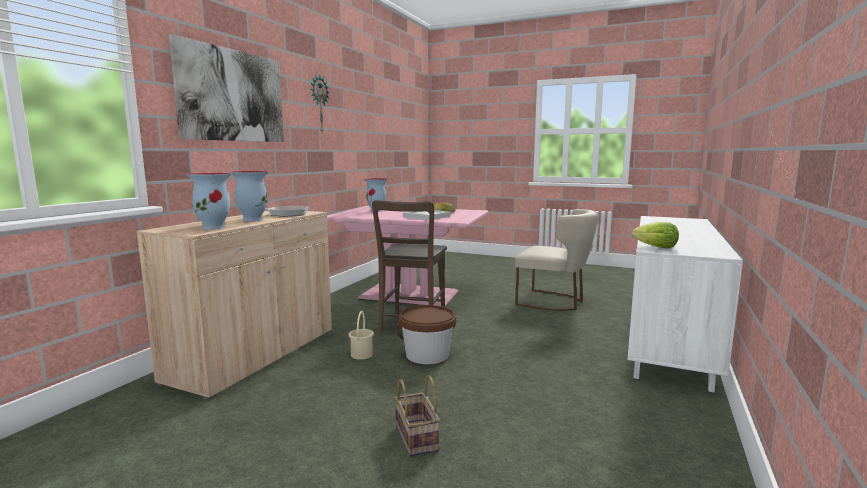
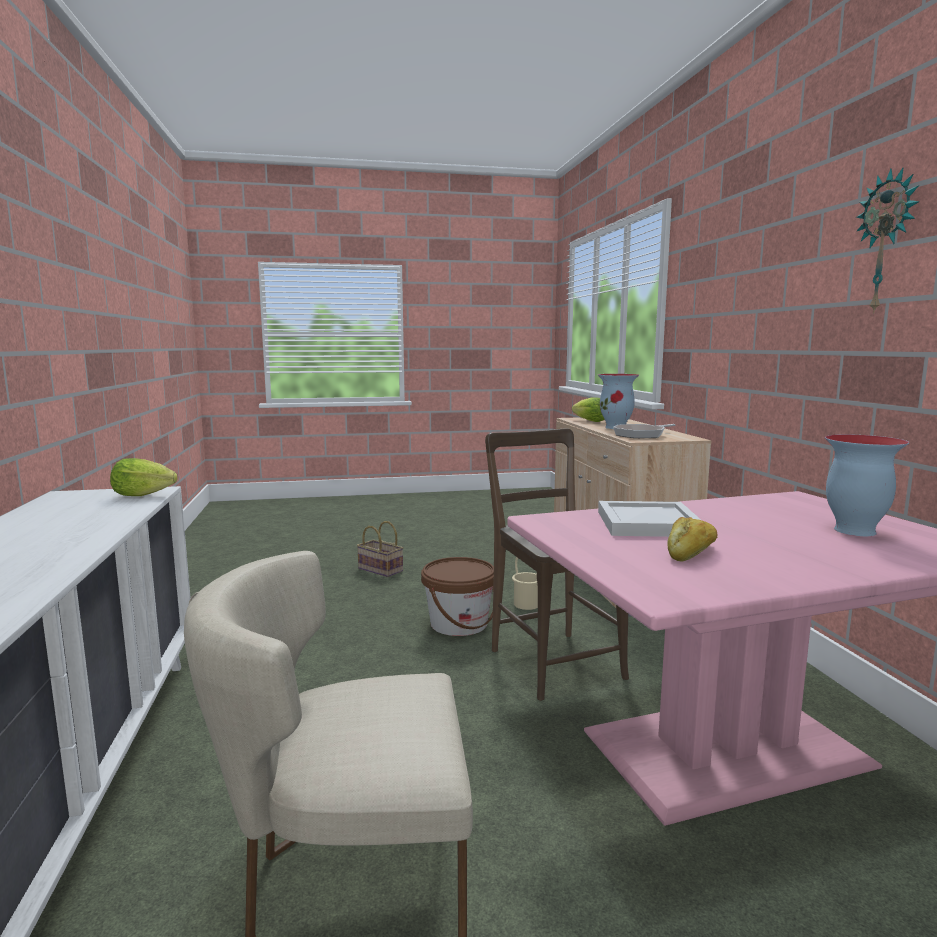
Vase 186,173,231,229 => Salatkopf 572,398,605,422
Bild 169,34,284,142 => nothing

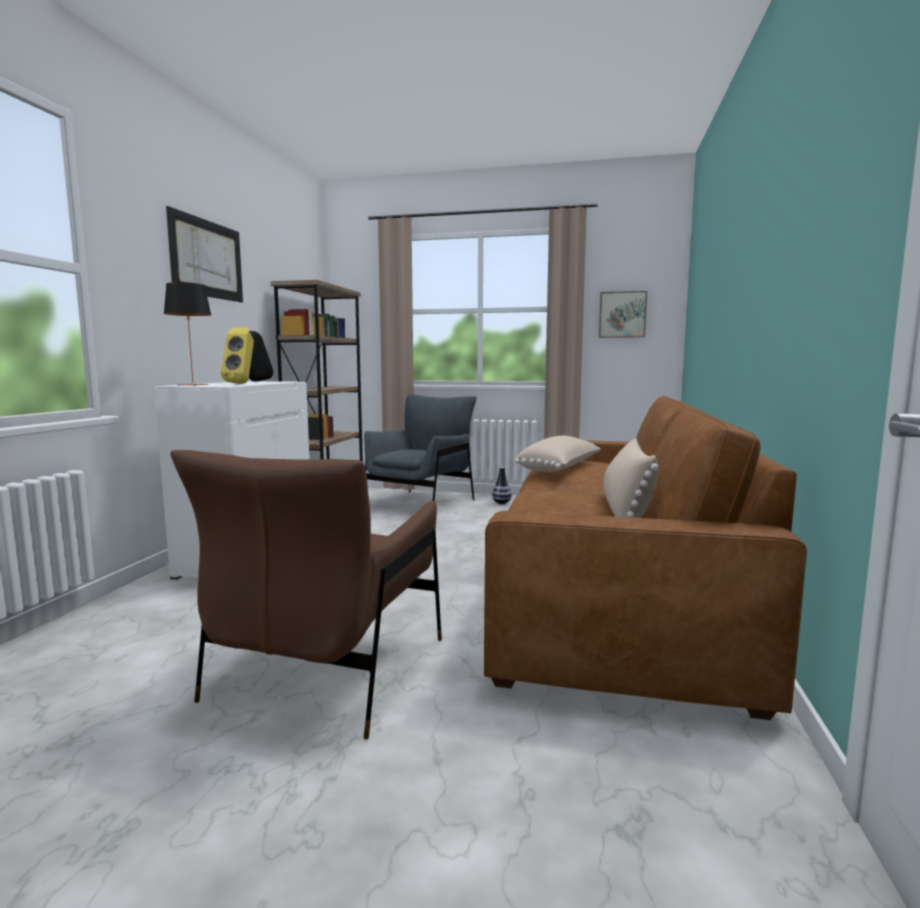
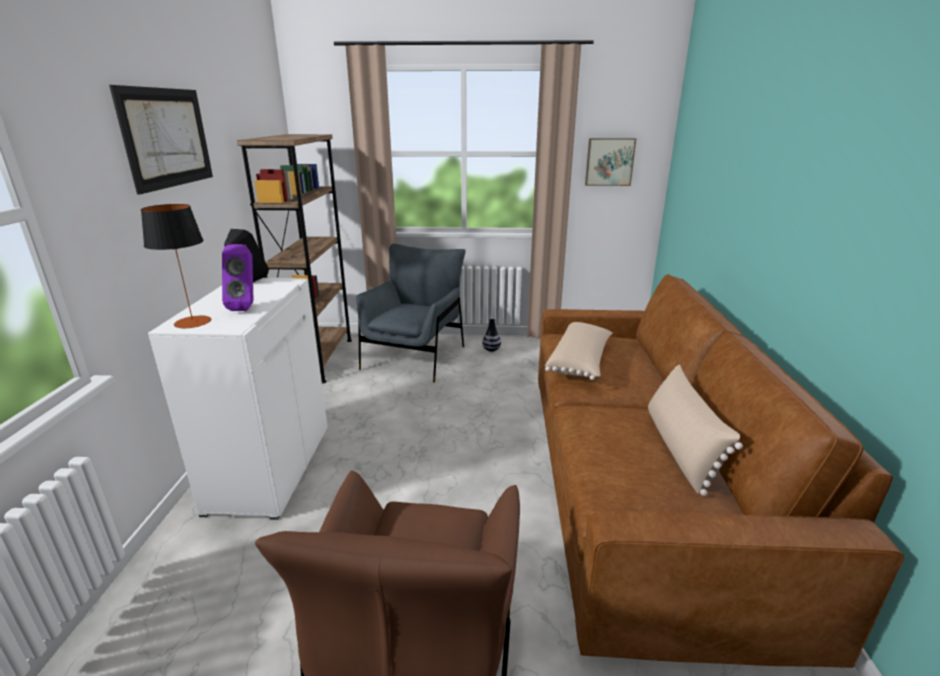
Lautsprecher (gelb) 221,328,254,384 => Lautsprecher (lila) 222,244,253,311

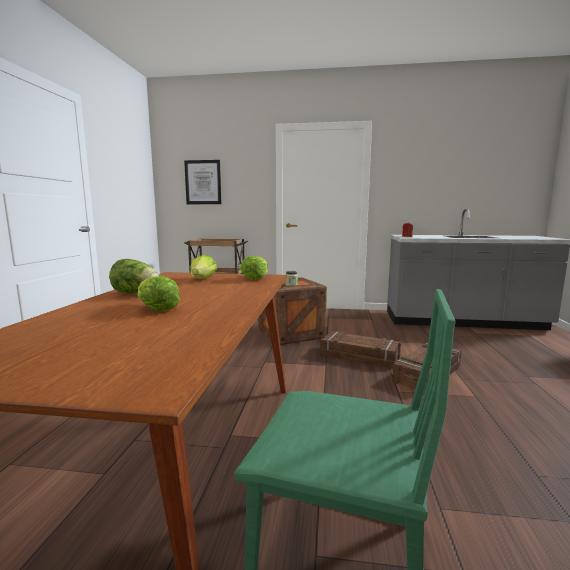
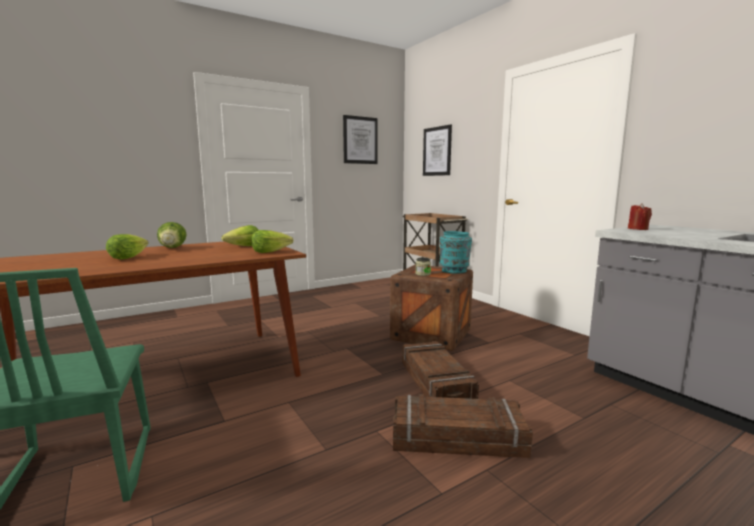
nothing => Bild 343,115,378,164
nothing => Vase (türkis) 440,231,472,274

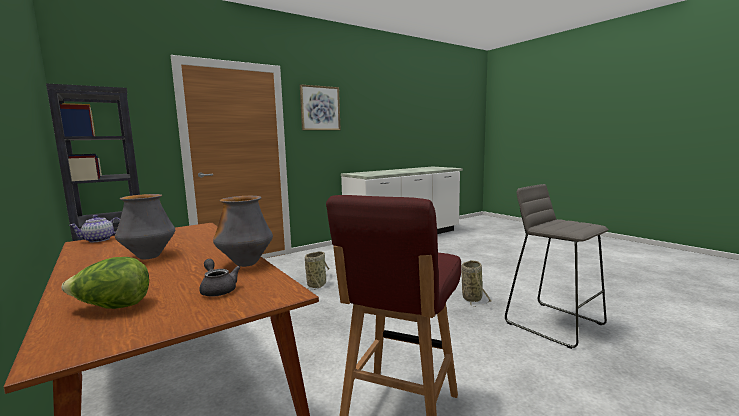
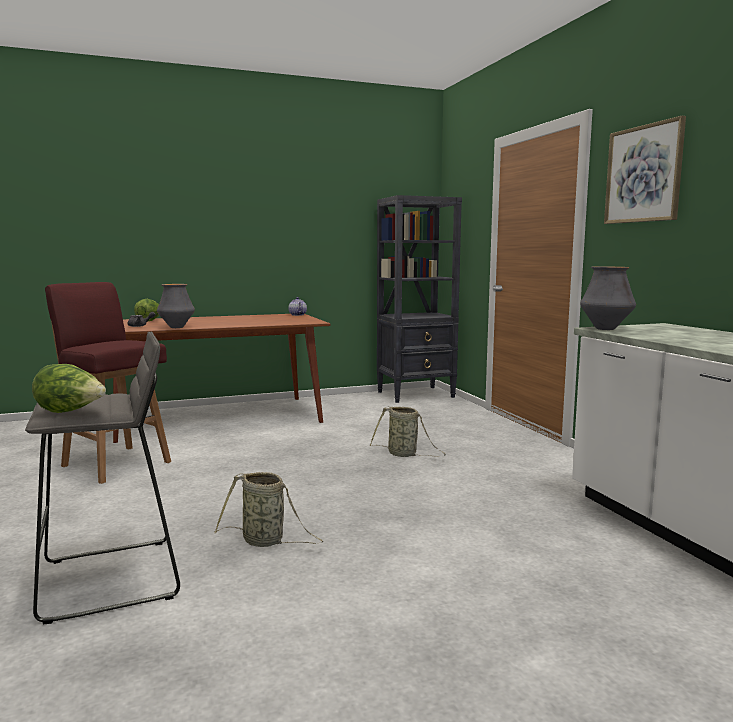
nothing => Salatkopf 32,364,106,413
Vase 115,194,175,259 => Vase 580,266,636,330, relocated

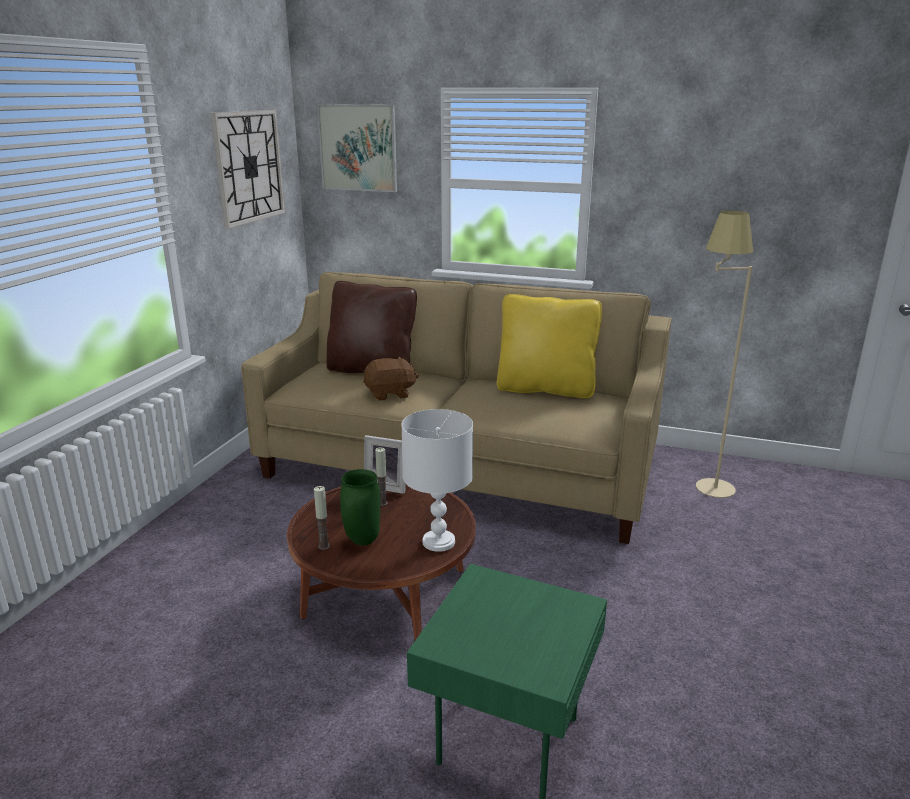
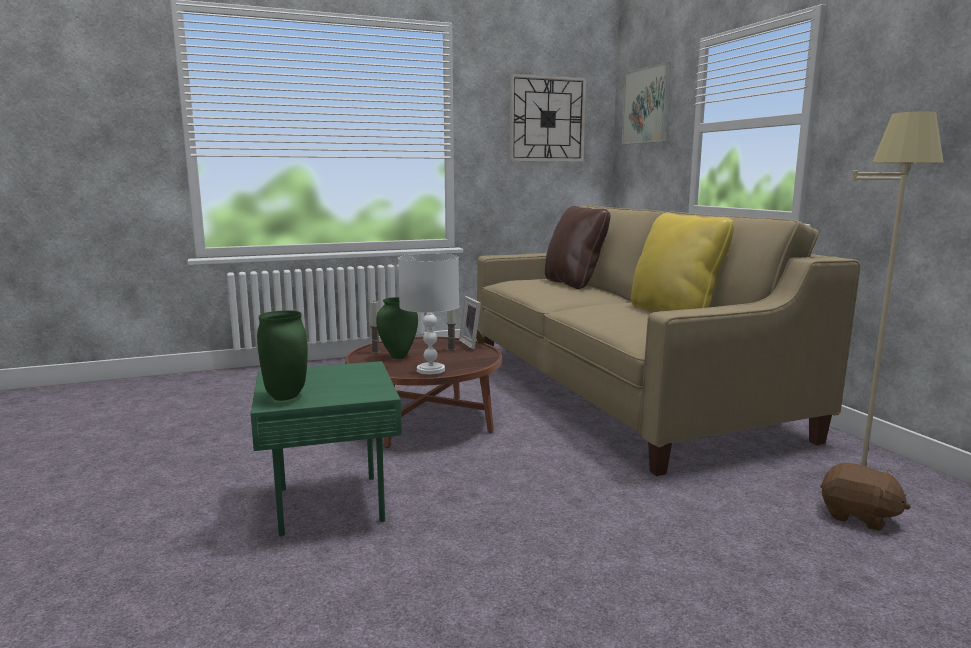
nothing => Vase (grün) 257,310,308,401
Plüschtier (braun) 363,357,419,401 => Plüschtier (braun) 820,463,911,531, relocated

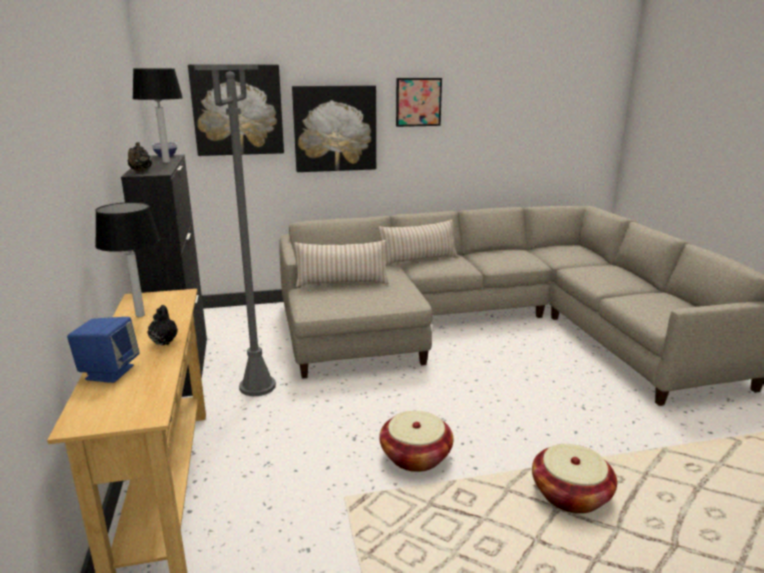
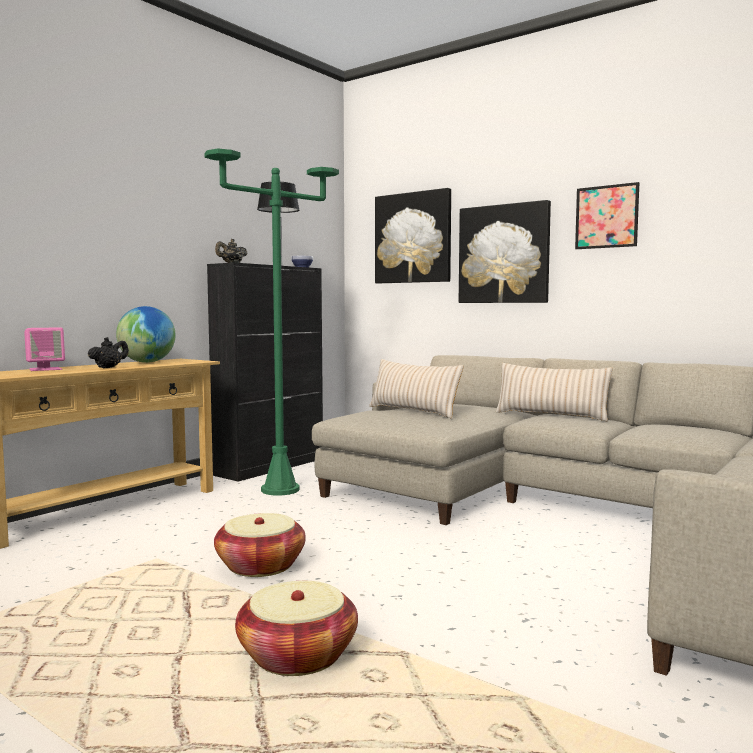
Lautsprecher (blau) 67,317,140,383 => Lautsprecher (rosa) 24,327,65,371
Tischlampe 95,202,160,317 => Globus 116,306,176,363
Stehlampe (grau) 194,64,276,396 => Stehlampe (grün) 204,149,339,496

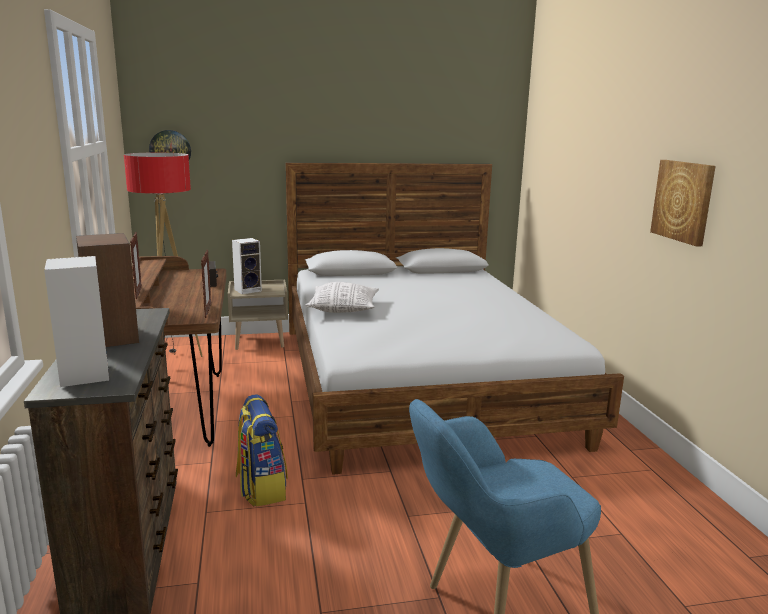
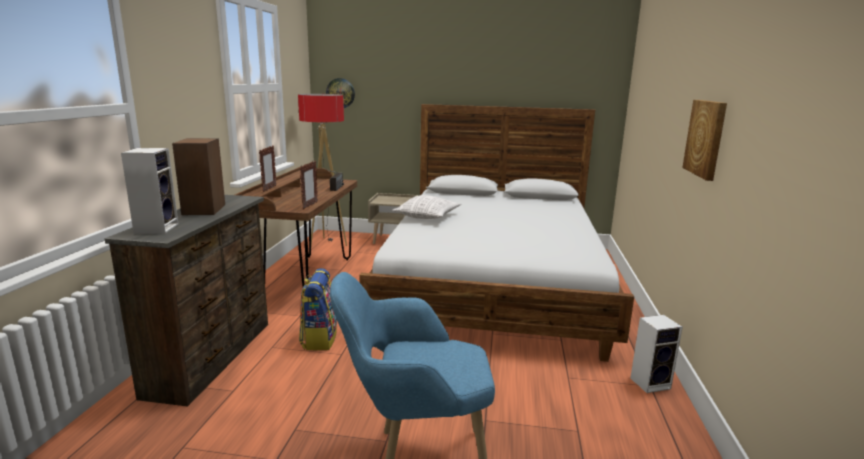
Lautsprecher 232,238,262,294 => Lautsprecher 630,315,683,393, relocated

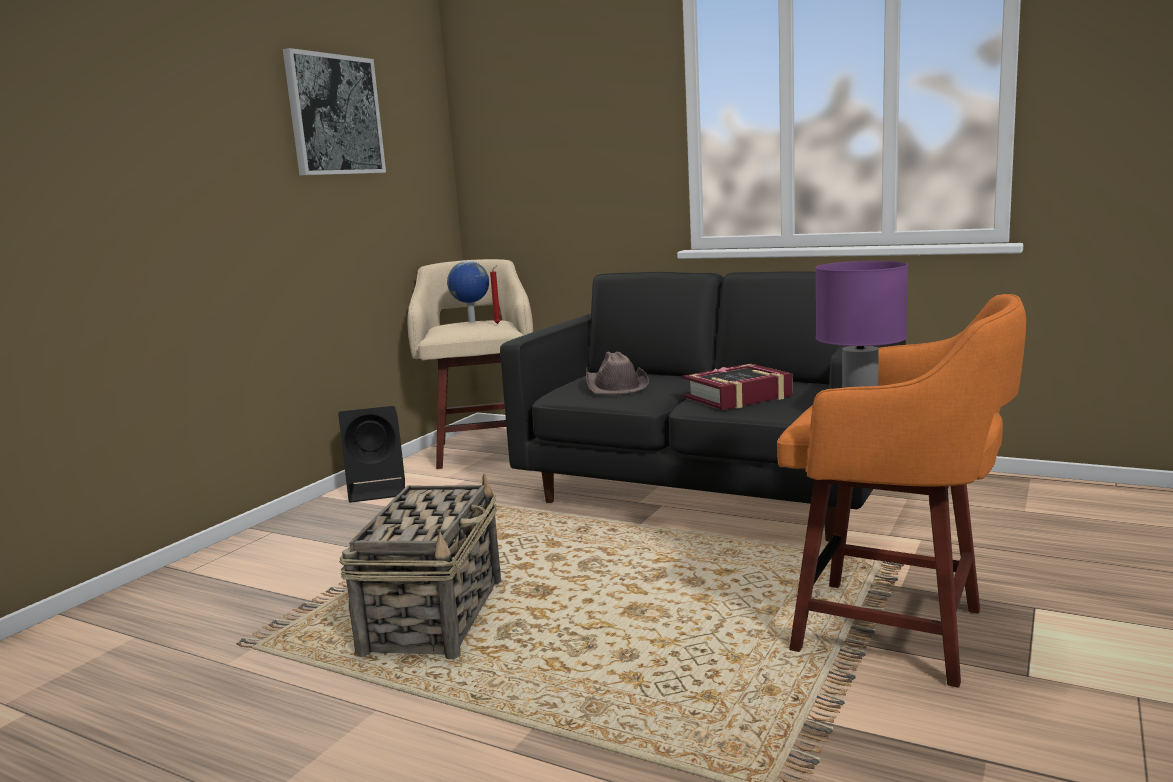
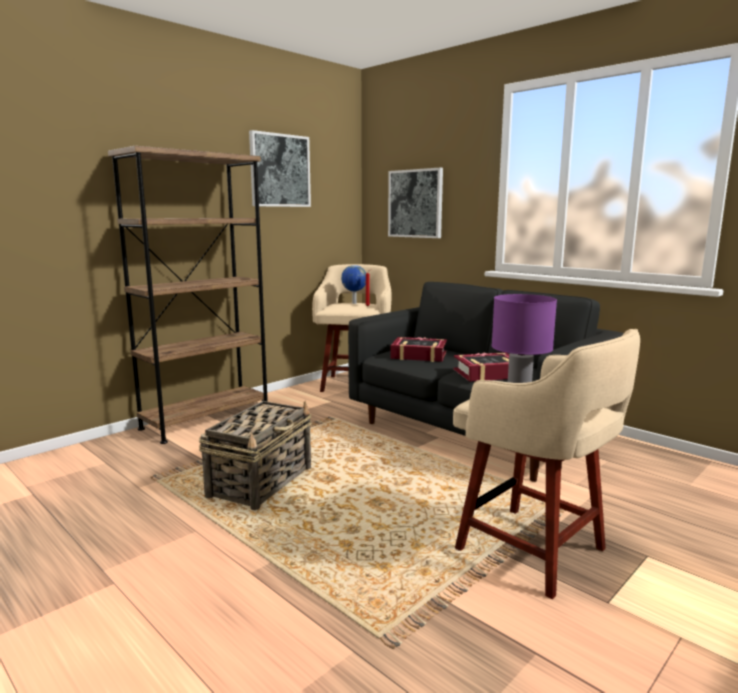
nothing => Bücherregal (braun) 108,146,268,444
nothing => Bild 388,168,443,238
Hut (braun) 586,351,649,394 => Buch 390,337,447,362
Hocker (orange) 777,294,1026,688 => Hocker (beige) 453,329,640,599
Lautsprecher (schwarz) 338,406,405,503 => nothing

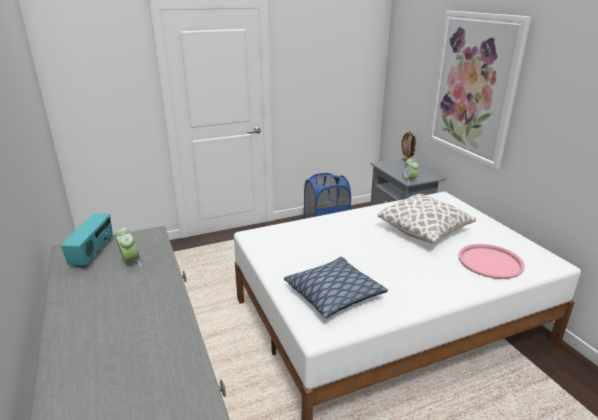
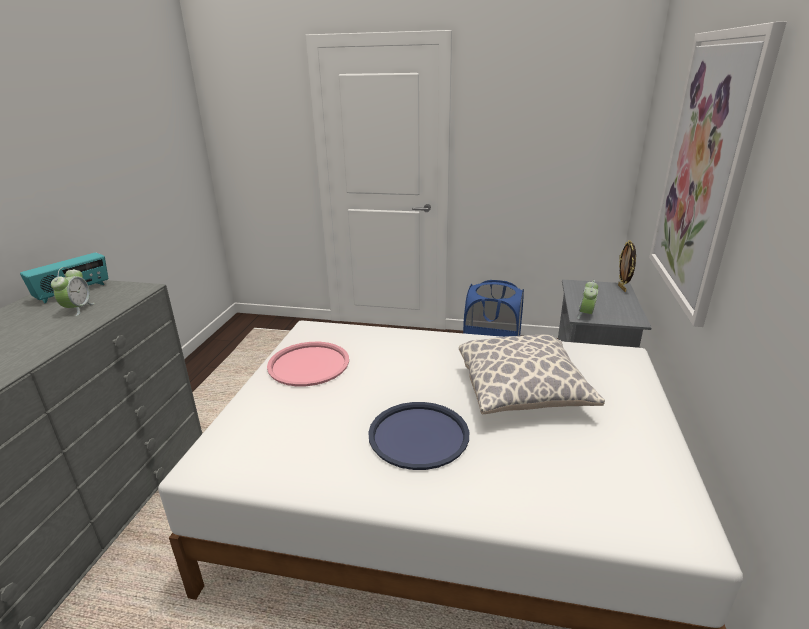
Tablett (rosa) 458,244,525,279 => Tablett (rosa) 267,342,349,386, relocated
nothing => Tablett (blau) 368,402,469,470
Kissen 284,256,388,318 => nothing

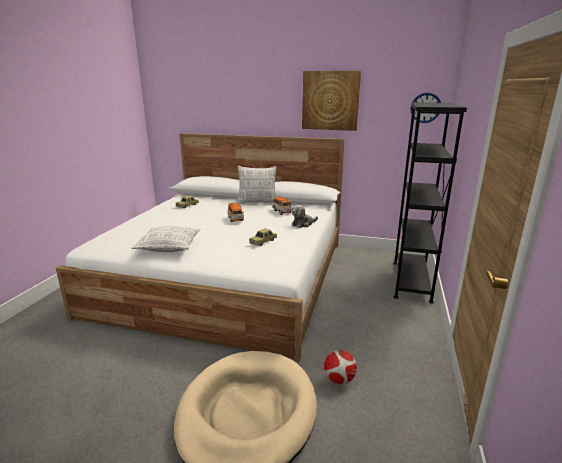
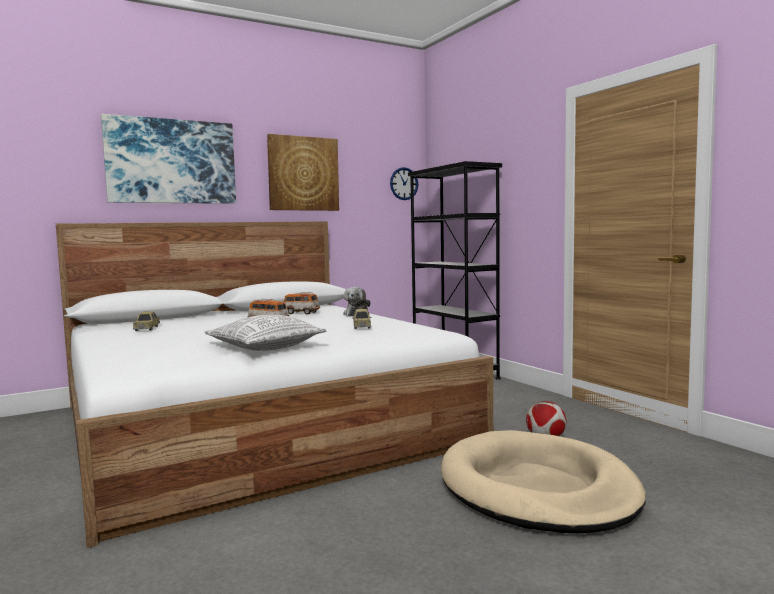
nothing => Bild 101,114,236,204
Kissen 237,166,277,204 => nothing

